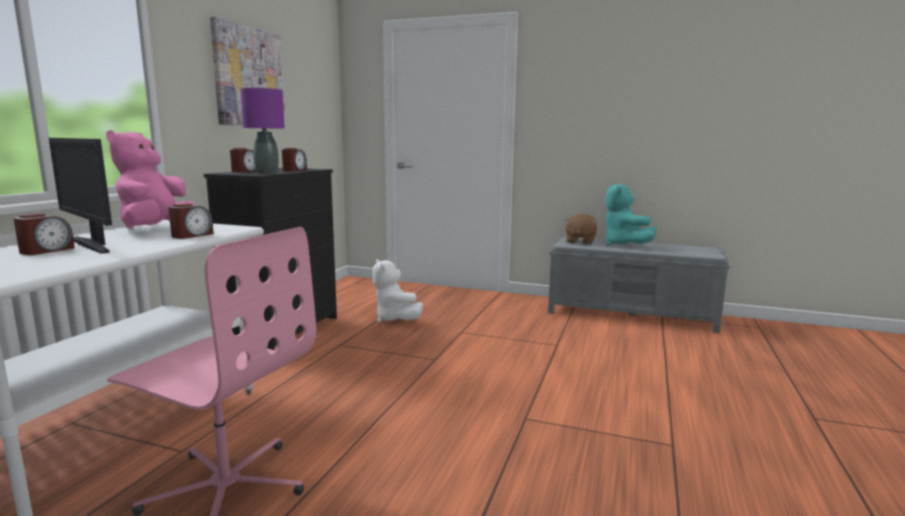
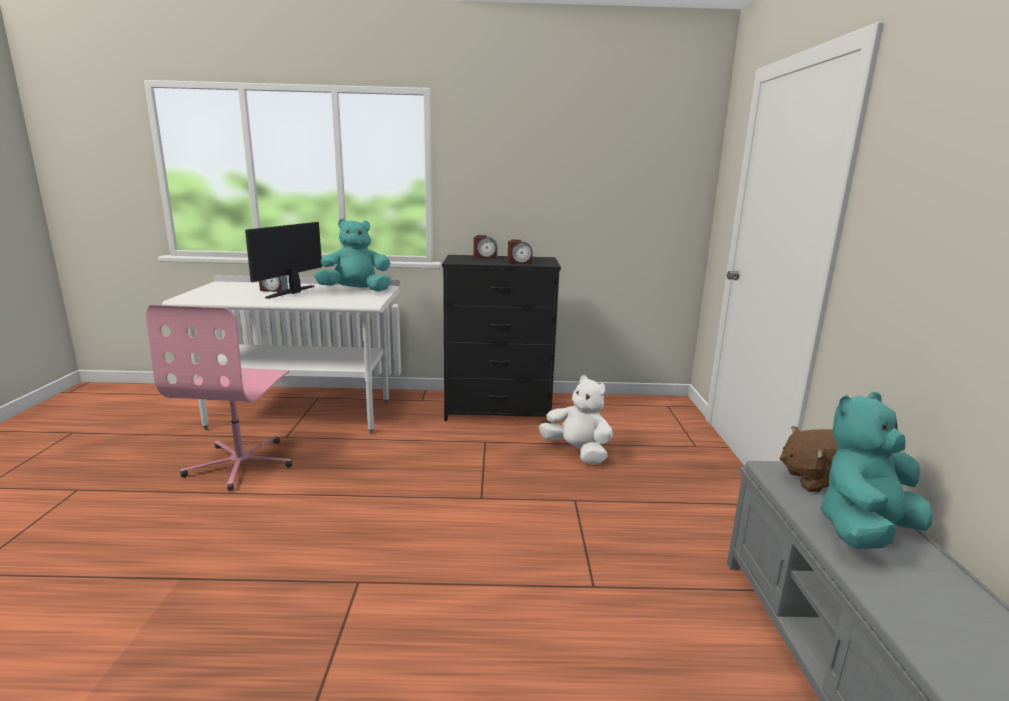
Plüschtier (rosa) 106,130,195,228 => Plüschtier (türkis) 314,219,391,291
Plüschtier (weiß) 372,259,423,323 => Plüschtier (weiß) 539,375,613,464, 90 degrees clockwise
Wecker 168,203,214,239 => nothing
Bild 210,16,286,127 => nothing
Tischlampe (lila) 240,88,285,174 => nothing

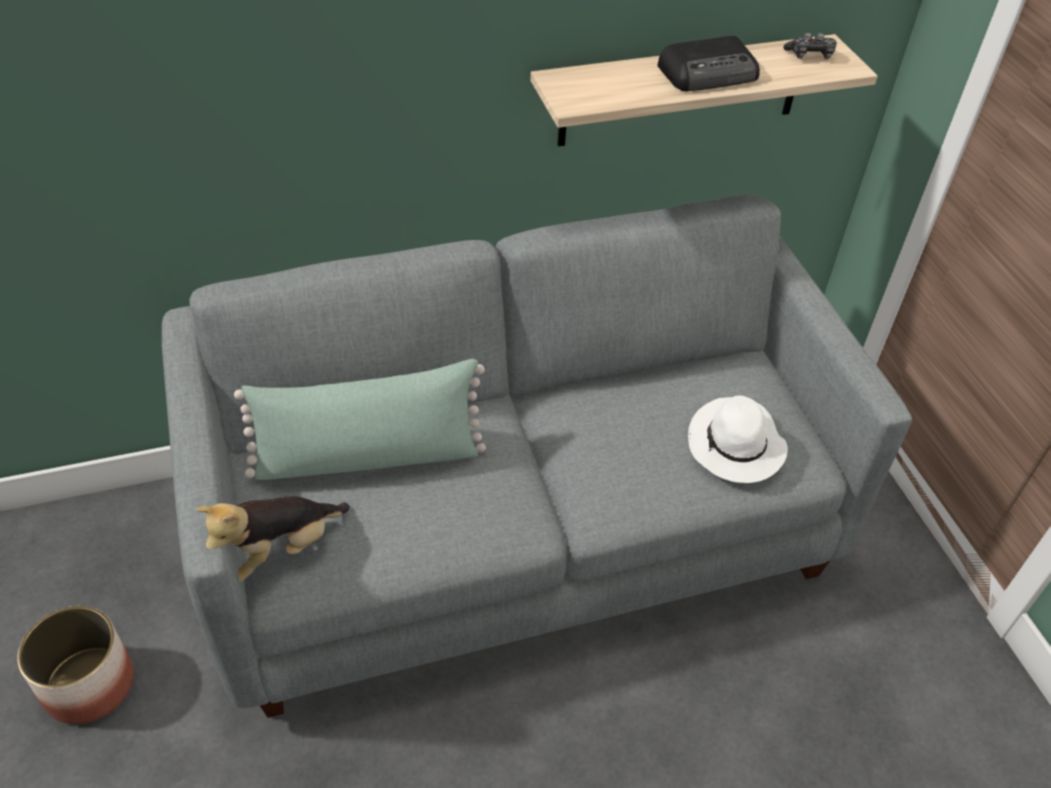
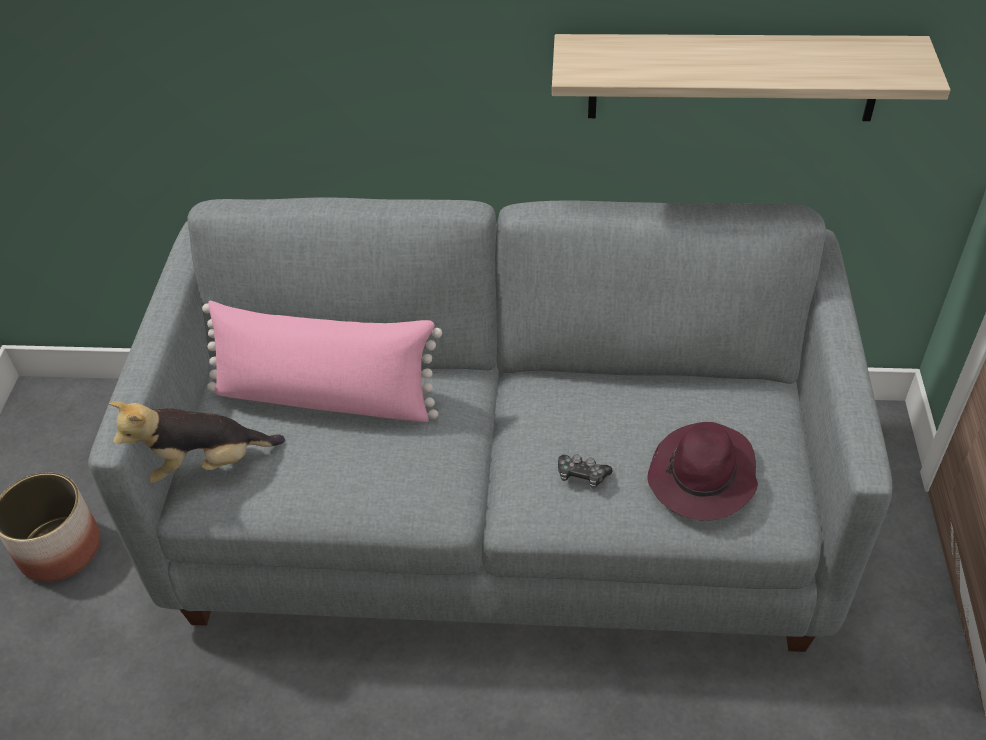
Kissen (grün) 234,359,486,480 => Kissen (rosa) 202,301,442,422
Gamepad 783,33,837,59 => Gamepad 558,454,612,488, relocated
Hut (weiß) 688,395,788,483 => Hut (lila) 647,422,758,521
Radio 657,36,760,91 => nothing

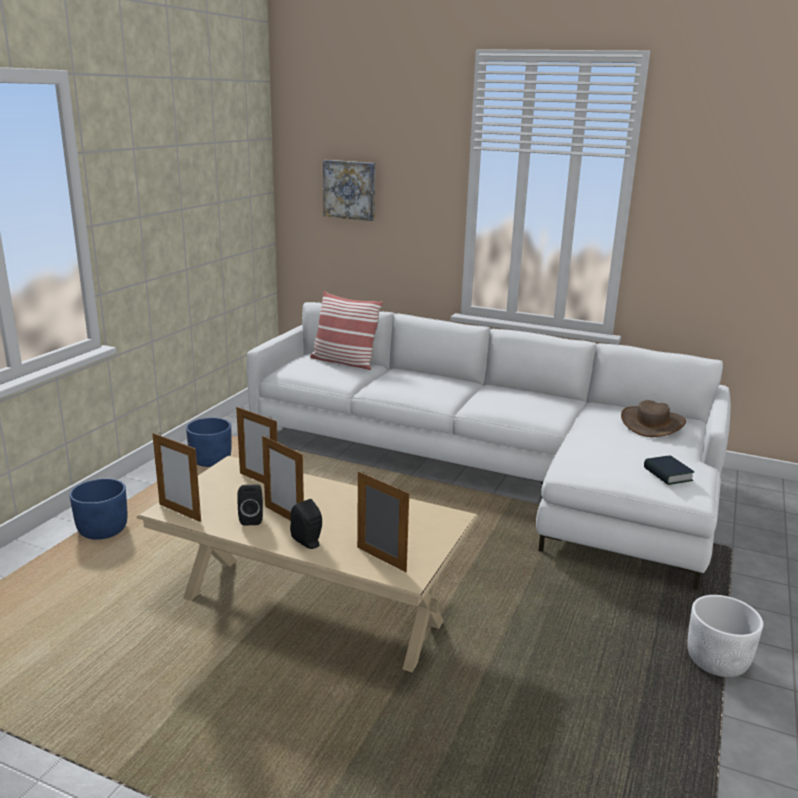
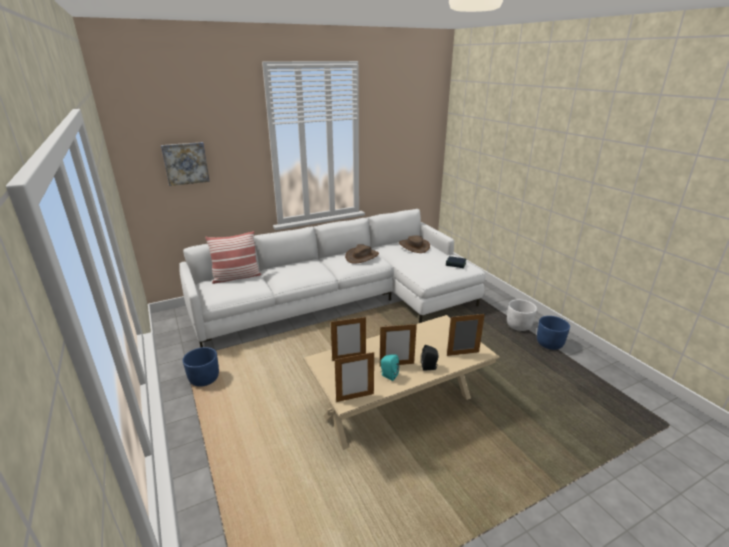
nothing => Hut (braun) 345,244,379,263
Lautsprecher (schwarz) 237,484,263,526 => Lautsprecher (türkis) 381,354,399,381
Pflanzkübel (blau) 69,478,127,540 => Pflanzkübel (blau) 537,316,570,350, relocated

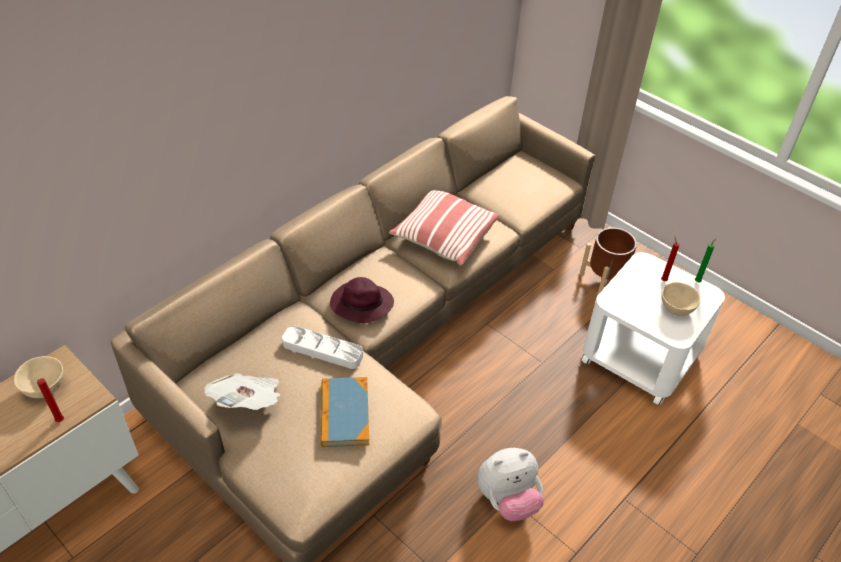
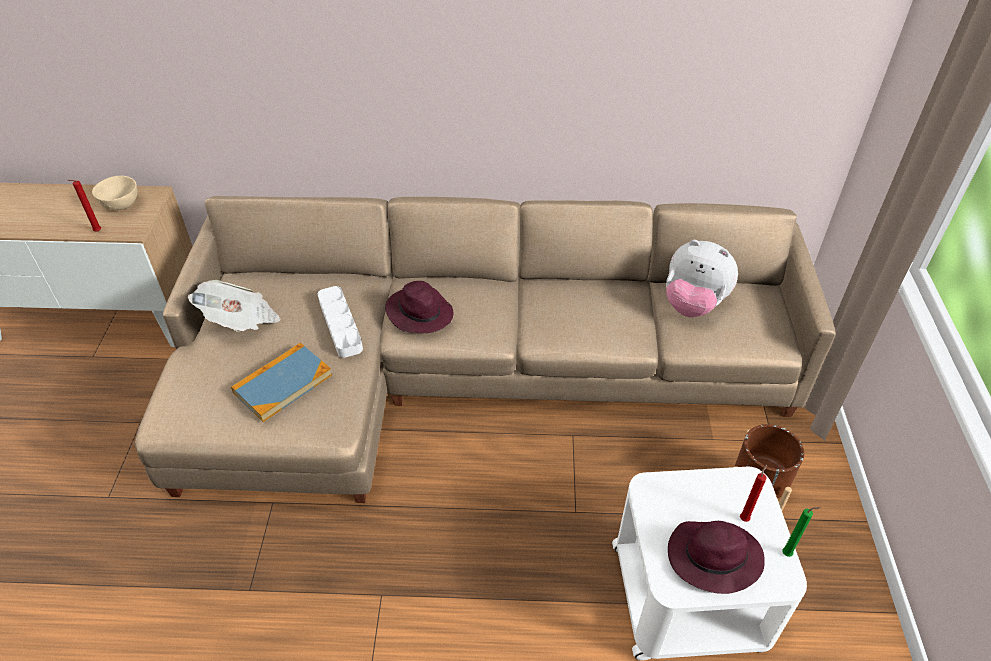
Plüschtier 477,448,544,521 => Plüschtier 666,240,738,317, relocated
Schüssel (beige) 662,282,701,316 => Hut (lila) 668,521,765,594
Kissen 389,190,499,266 => nothing

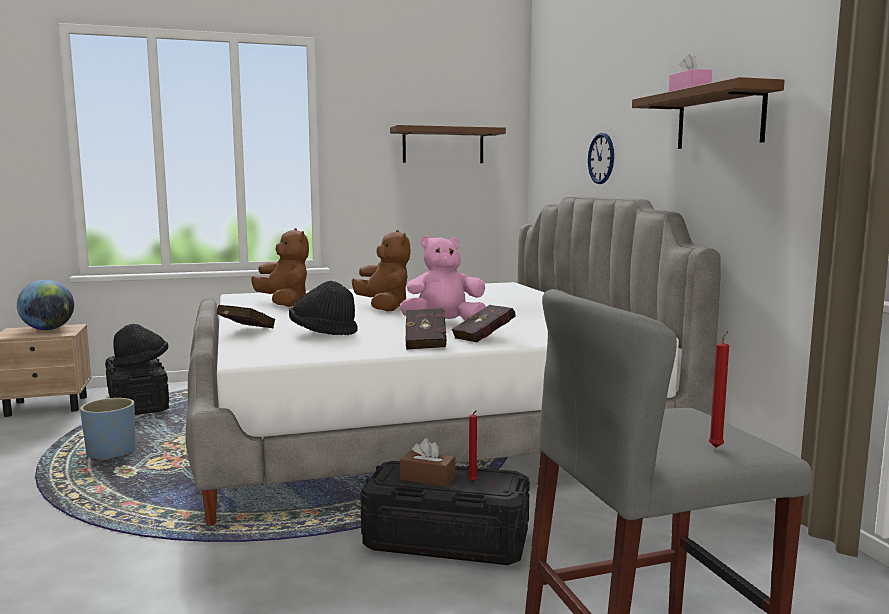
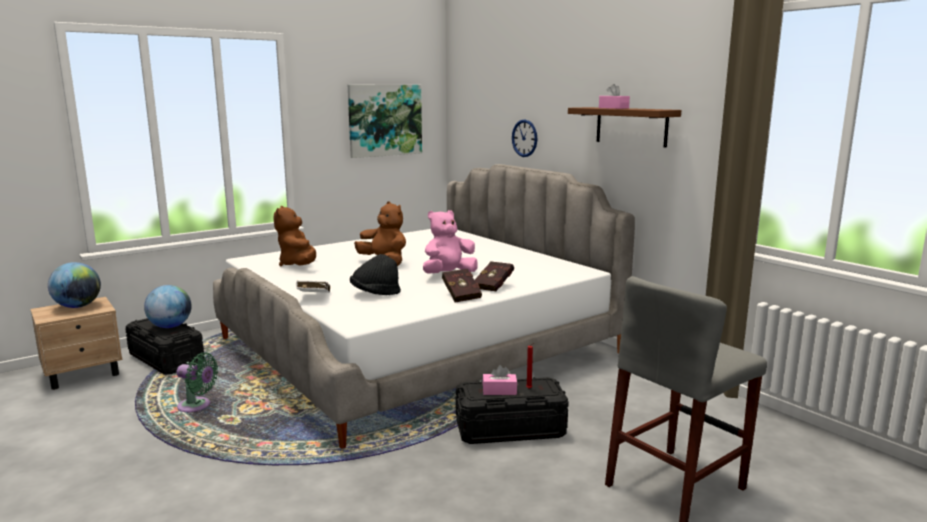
Hut (schwarz) 113,324,168,367 => Globus 144,285,192,328
Pflanzkübel (blau) 80,398,135,460 => Ventilator (grün) 176,352,218,412
Plüschtier (braun) 251,228,309,307 => Plüschtier (braun) 274,206,316,267, 135 degrees counterclockwise
Buch (rot) 217,305,275,329 => Buch (weiß) 296,281,330,293
Wandregal (braun) 390,125,506,163 => Bild 348,85,422,158
Taschentuchbox (braun) 400,438,455,487 => Taschentuchbox (rosa) 482,365,517,395
Kerze (rot) 709,331,729,448 => nothing

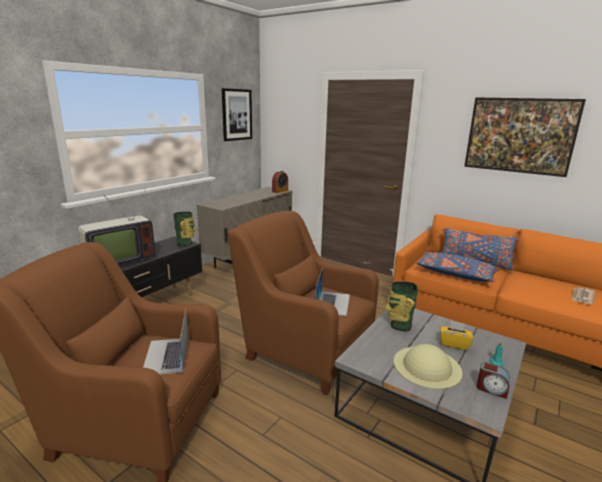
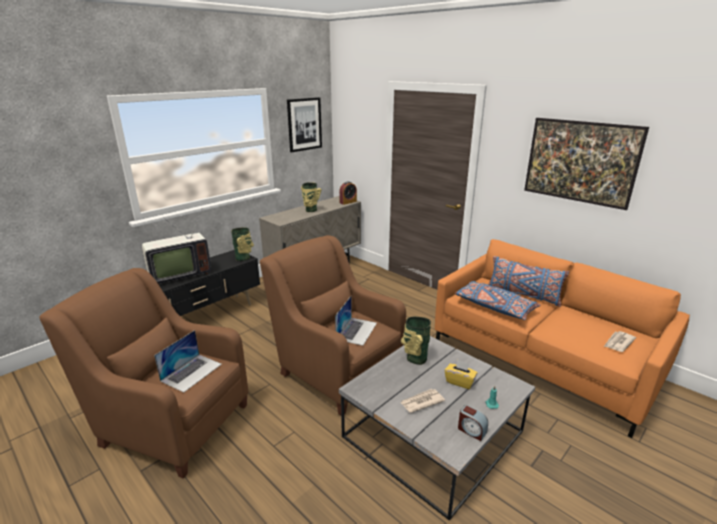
Laptop 143,310,189,375 => Laptop 154,330,222,393, 150 degrees counterclockwise
nothing => Vase 301,182,322,212
Hut (beige) 394,344,462,389 => Zeitung 400,389,445,413

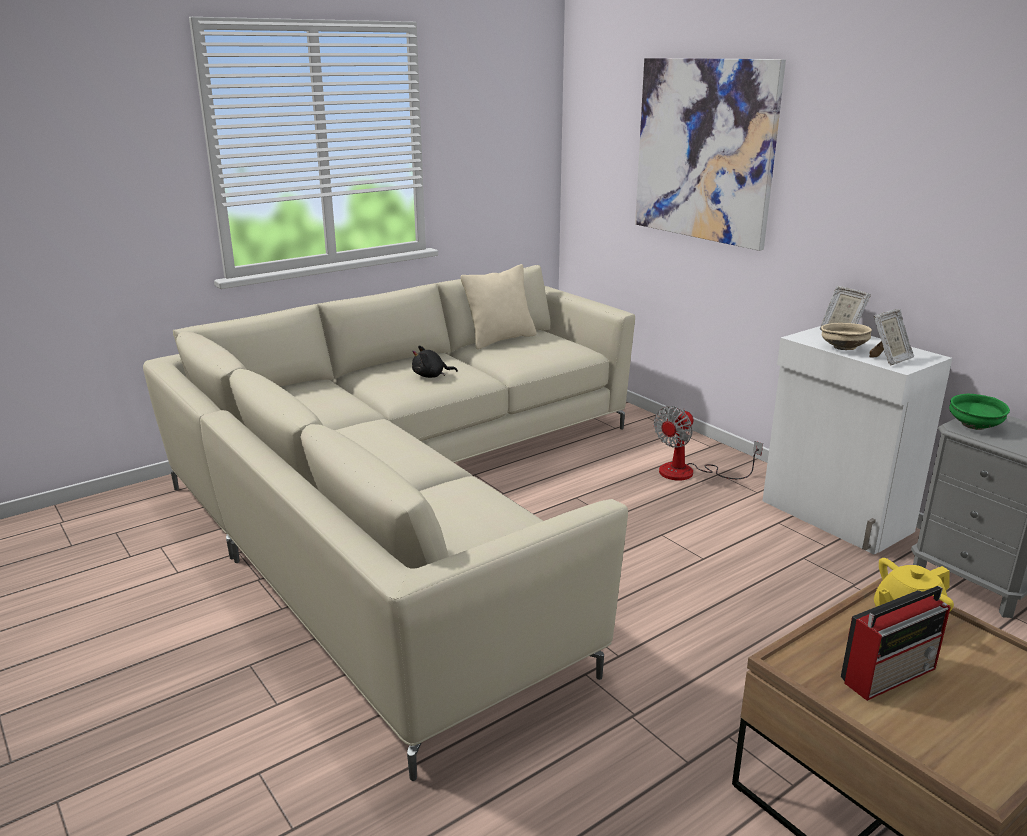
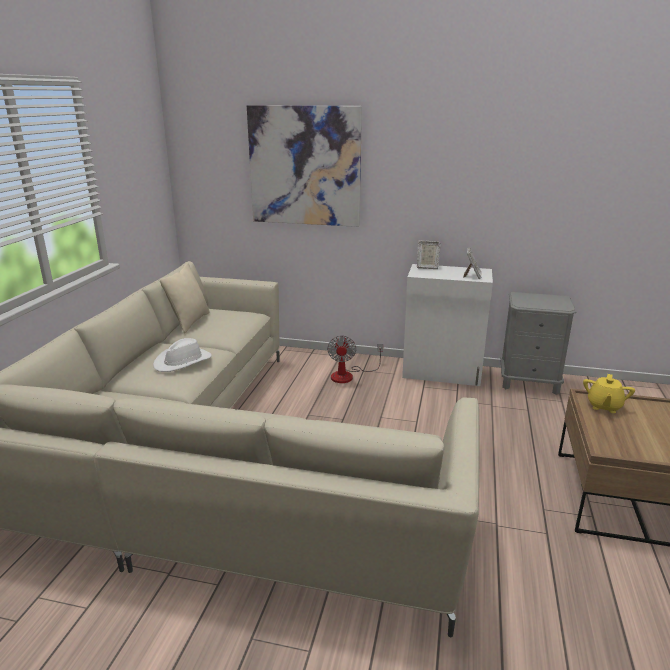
Plüschtier (schwarz) 412,346,458,378 => Hut (weiß) 153,338,212,372
Schüssel (beige) 821,323,872,350 => nothing
Radio 841,586,950,701 => nothing
Schüssel (grün) 949,394,1010,430 => nothing

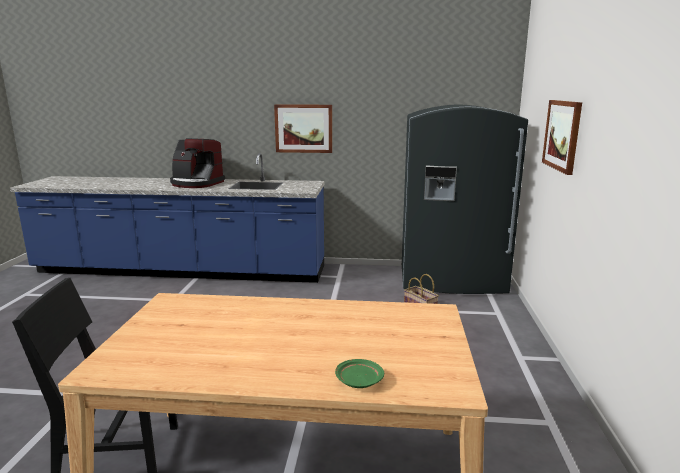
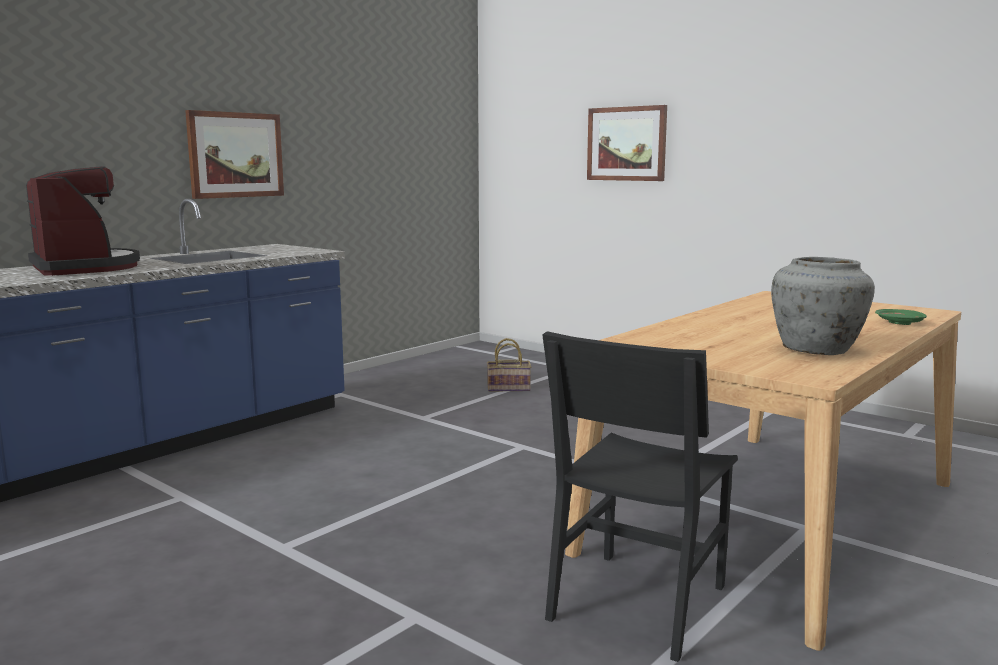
Kaffeemaschine 170,138,225,188 => Kaffeemaschine 26,166,140,276, 90 degrees counterclockwise
nothing => Vase (grau) 771,257,875,355
Kühlschrank (grau) 402,104,528,294 => nothing

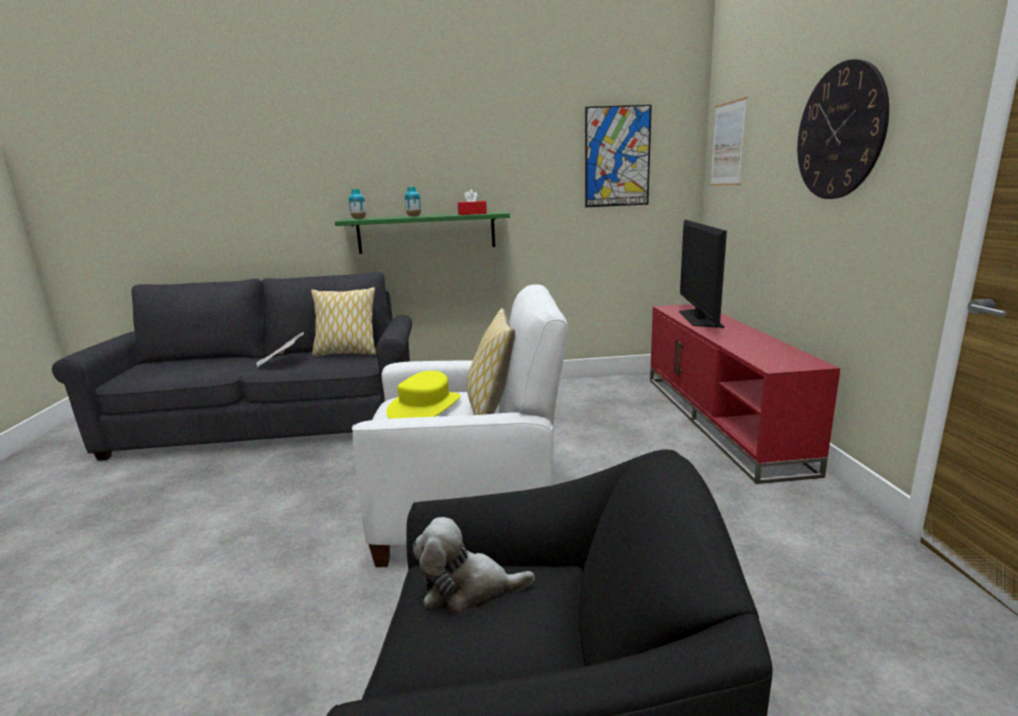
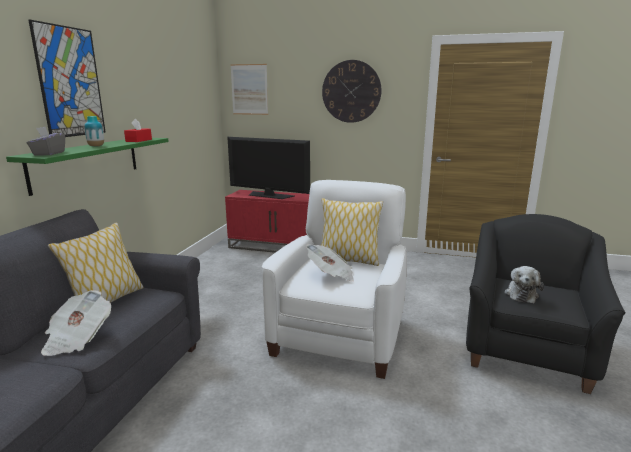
Vase 349,189,366,219 => Taschentuchbox (grau) 27,127,65,155
Bild 585,105,652,207 => Bild 28,20,106,137, relocated
Hut (gelb) 386,371,461,419 => Zeitung 306,244,354,281

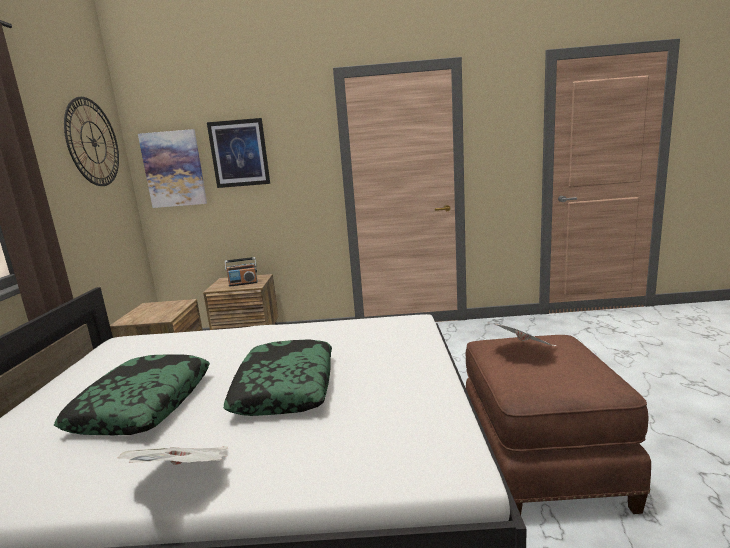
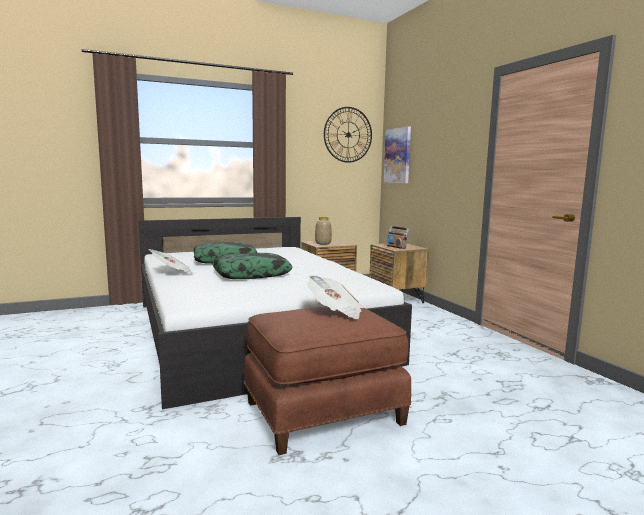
nothing => Vase 315,217,332,245
Bild 207,118,270,188 => nothing

